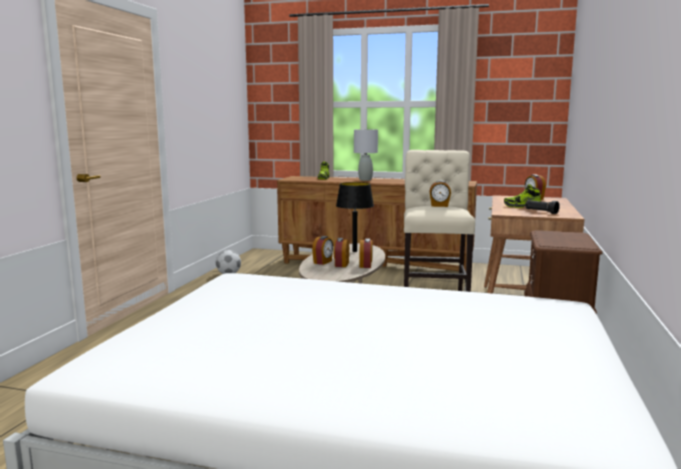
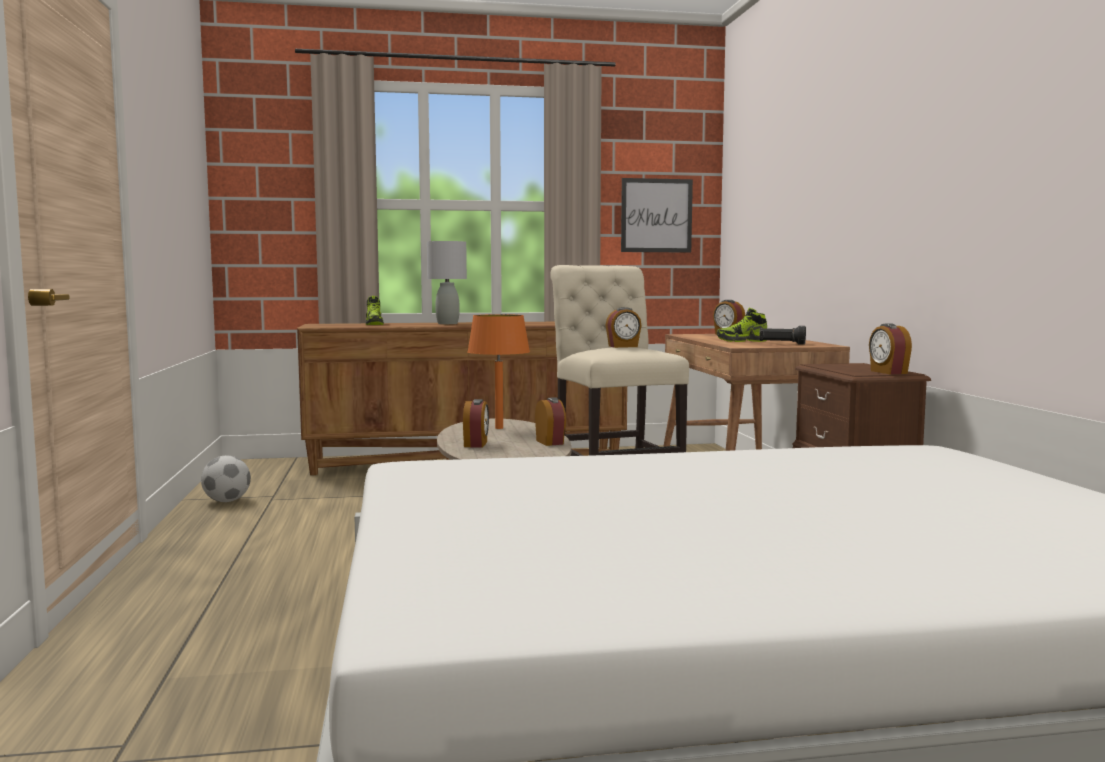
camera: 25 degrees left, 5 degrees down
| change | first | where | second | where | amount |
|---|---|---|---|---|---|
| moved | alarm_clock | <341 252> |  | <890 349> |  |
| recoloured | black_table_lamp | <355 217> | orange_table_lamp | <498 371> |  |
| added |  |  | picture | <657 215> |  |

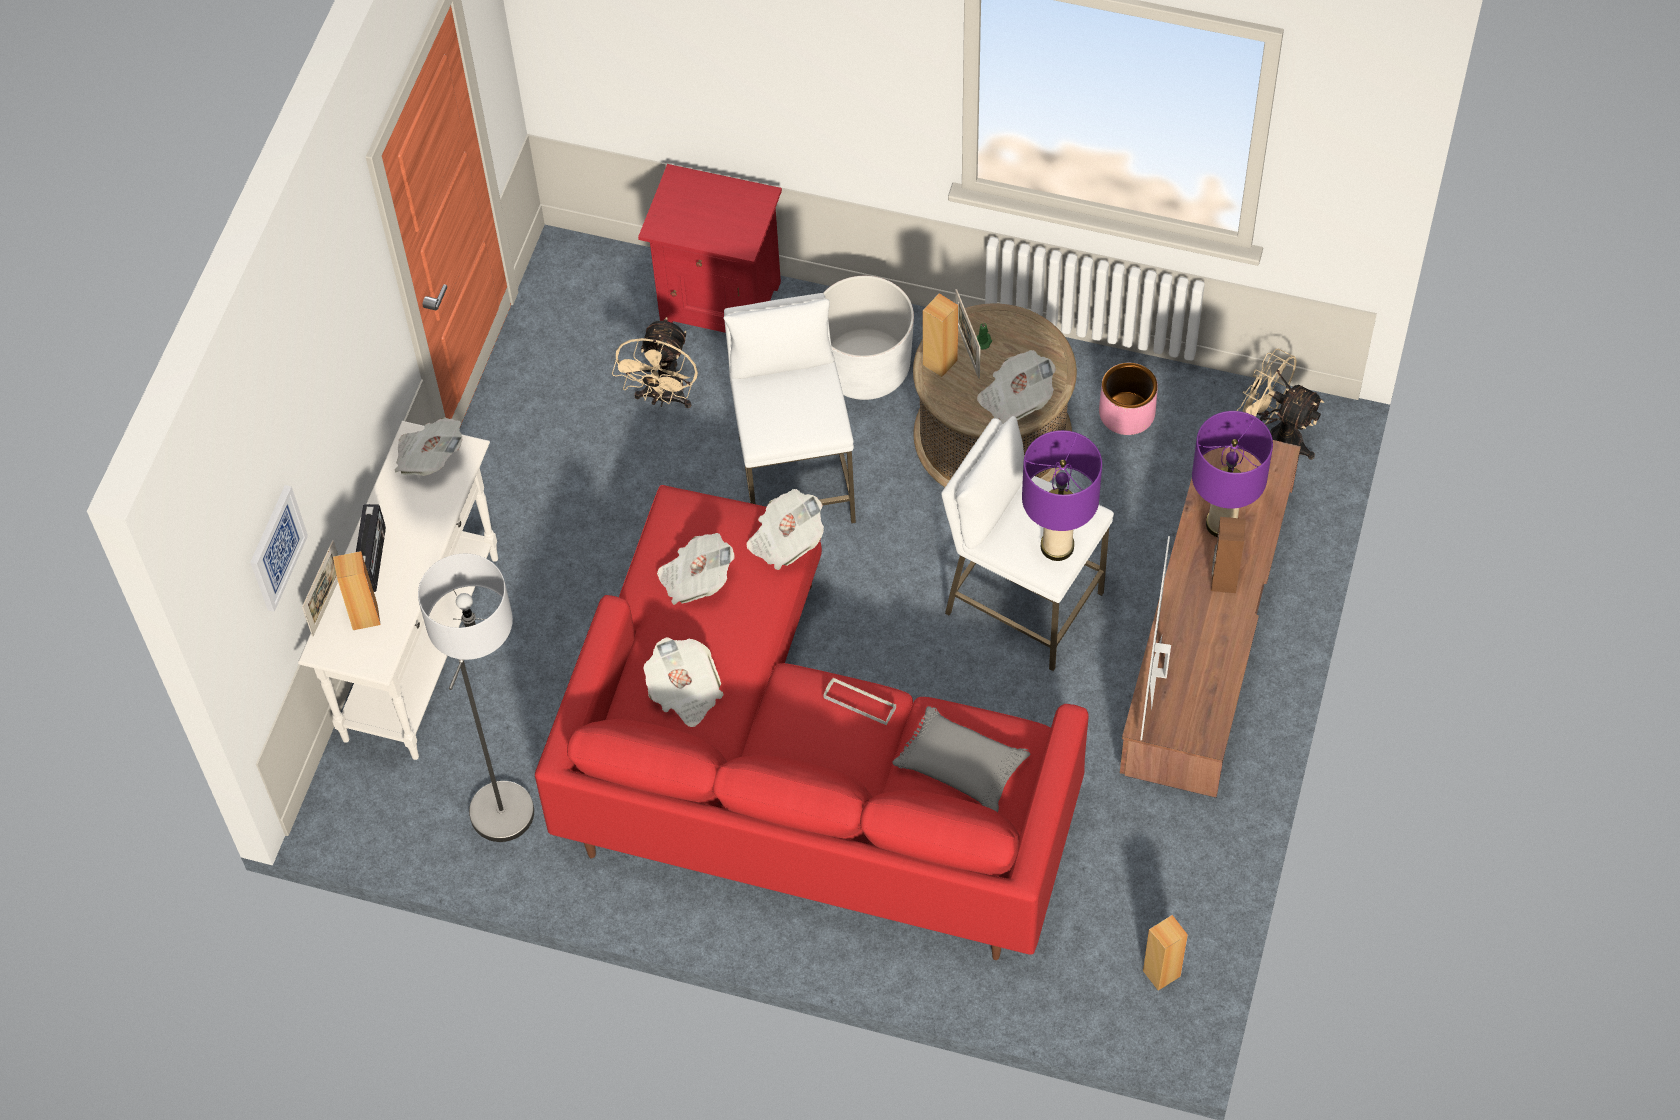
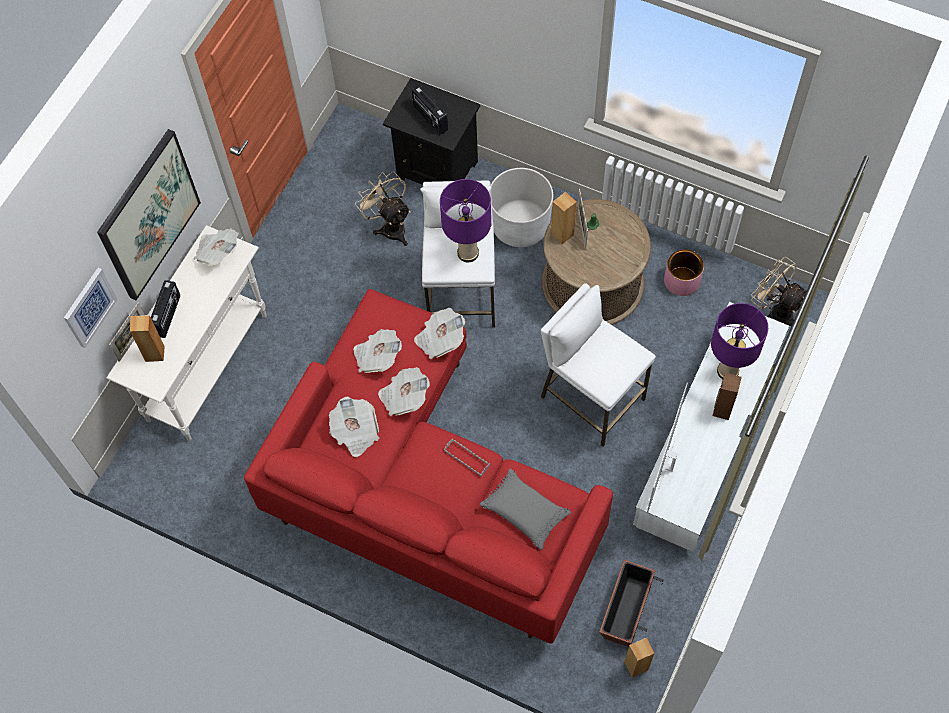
camera: 10 degrees right, 5 degrees up
| change | first | where | second | where | amount |
|---|---|---|---|---|---|
| removed | grey_floor_lamp | <476 698> |  |  |  |
| turned | beige_fan | <655 362> |  | <383 208> | 120 degrees clockwise |
| recoloured | red_nightstand | <710 248> | black_nightstand | <431 131> |  |
| moved | newspaper | <1016 387> |  | <404 391> |  |
| moved | purple_table_lamp | <1062 495> |  | <465 220> |  |
| recoloured | brown_tv_stand | <1210 619> | white_tv_stand | <711 427> |  |
| added |  |  | picture | <149 214> |  |
| added |  |  | radio | <430 110> |  |
| added |  |  | planter | <632 603> |  |

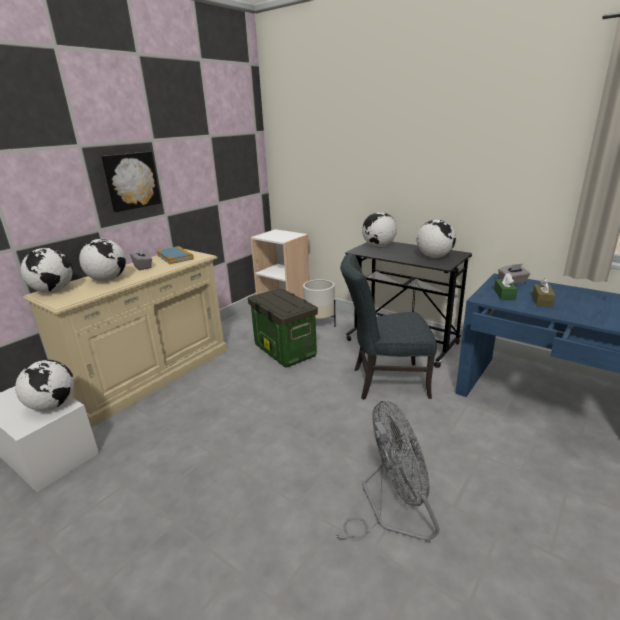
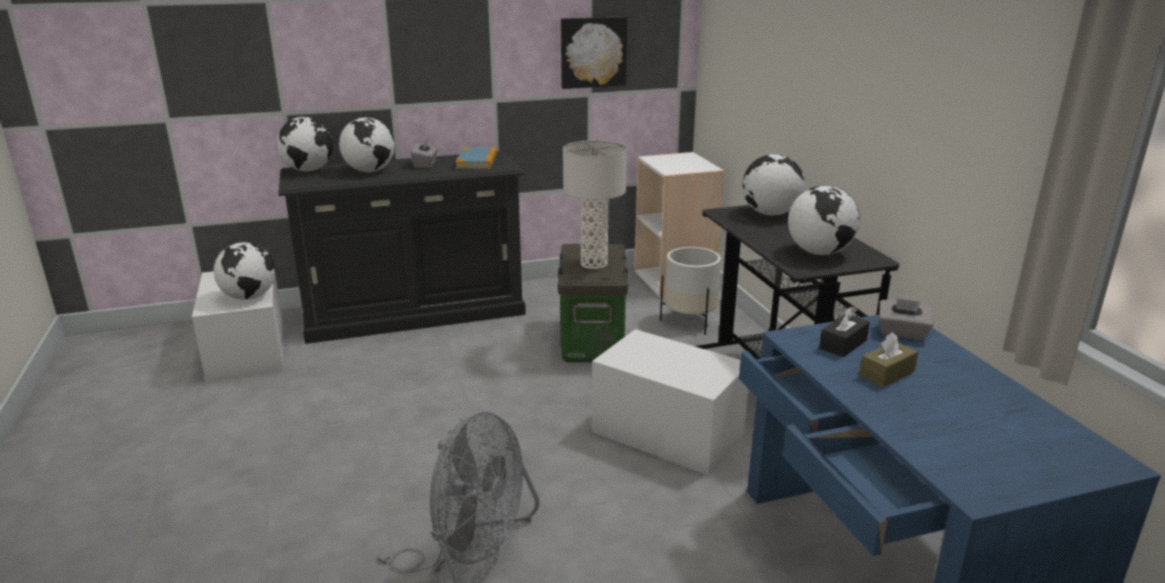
camera: 35 degrees right, 0 degrees up
| change | first | where | second | where | amount |
|---|---|---|---|---|---|
| recoloured | beige_cabinet | <125 338> | black_cabinet | <402 247> |  |
| moved | picture | <131 182> |  | <594 52> |  |
| replaced | grey_chair | <388 326> | white_storage_box | <670 402> |  |
| recoloured | green_tissue_box | <506 286> | black_tissue_box | <844 332> |  |
| added |  |  | white_table_lamp | <595 204> |  |

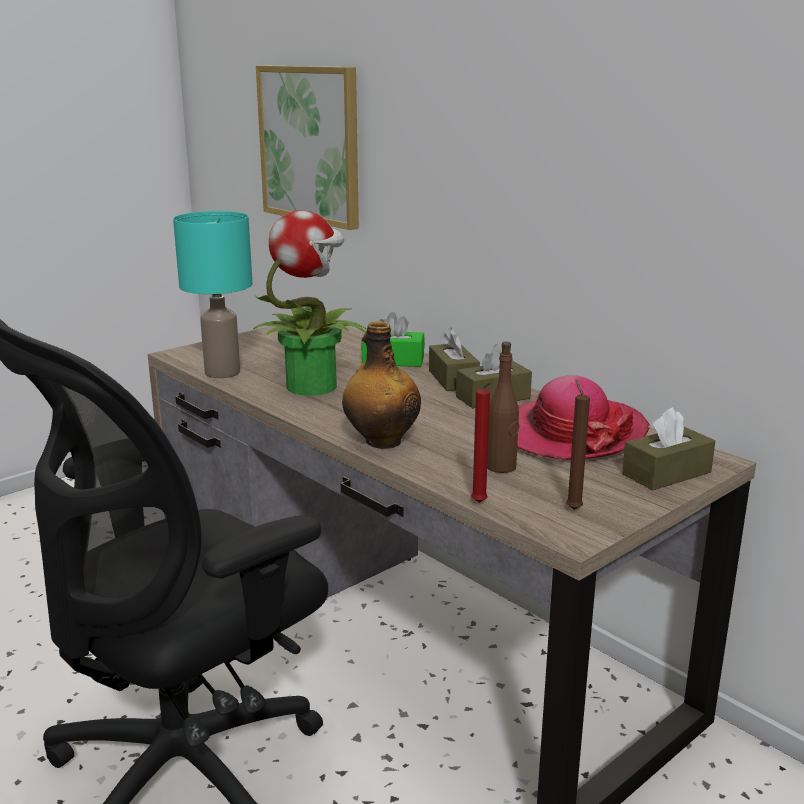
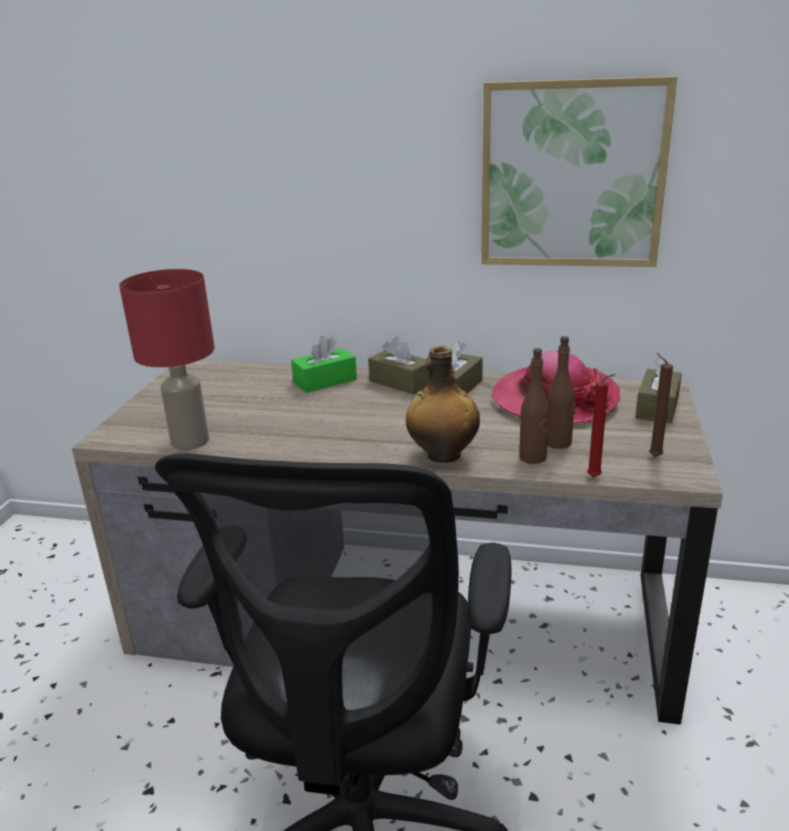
camera: 35 degrees left, 5 degrees up
| change | first | where | second | where | amount |
|---|---|---|---|---|---|
| recoloured | turquoise_table_lamp | <212 294> | red_table_lamp | <166 359> |  |
| removed | potted_plant | <310 303> |  |  |  |
| moved | picture | <307 147> |  | <579 171> |  |
| added |  |  | brown_bottle | <534 406> |  |

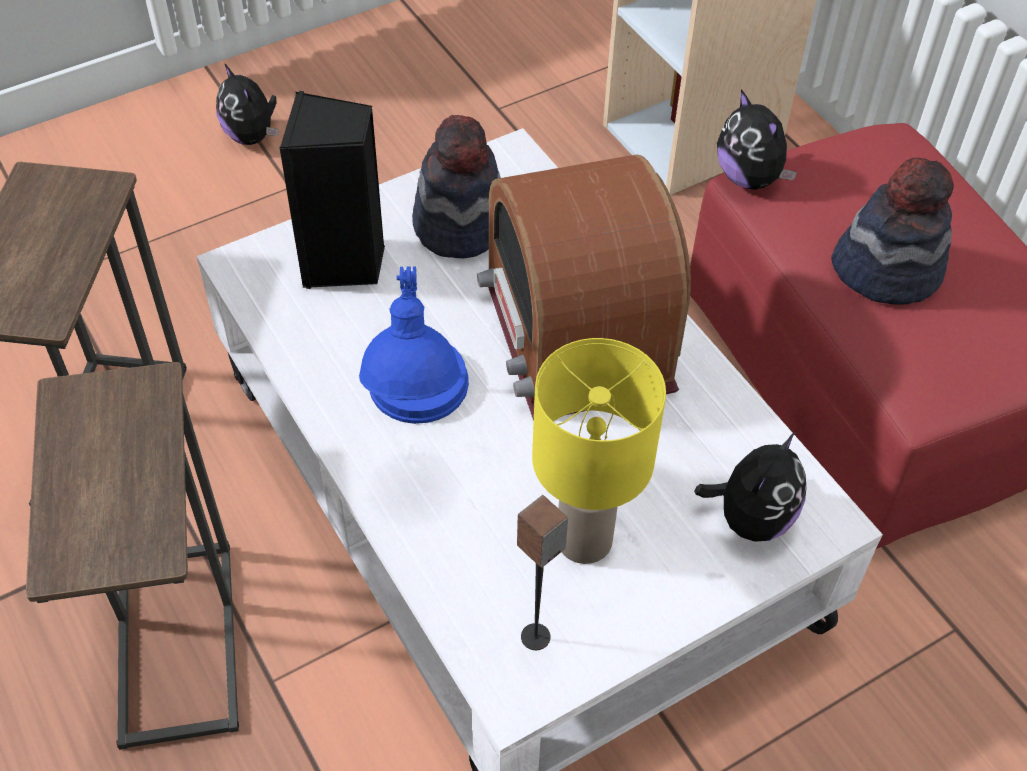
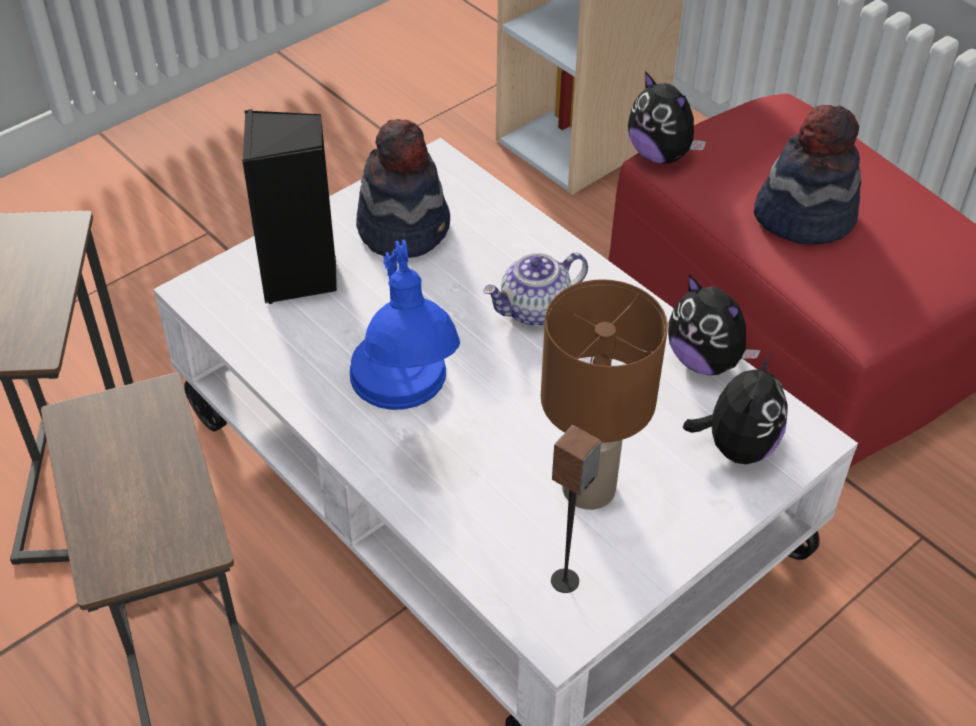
camera: 10 degrees left, 5 degrees down
| change | first | where | second | where | amount |
|---|---|---|---|---|---|
| moved | plush_toy | <247 104> |  | <714 324> |  |
| replaced | radio | <584 287> | teapot | <535 289> |  |
| recoloured | yellow_table_lamp | <599 451> | brown_table_lamp | <604 394> |  |

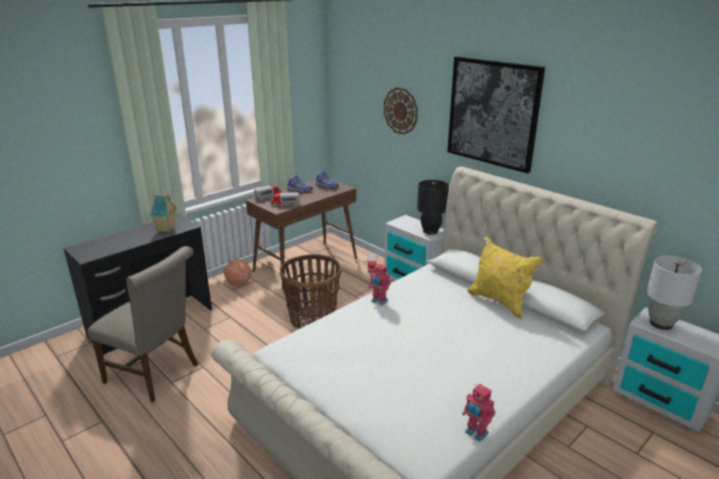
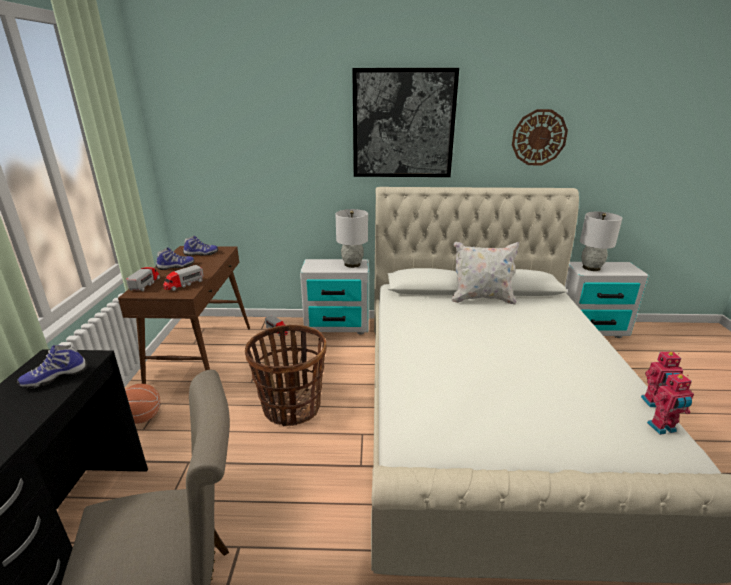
camera: 45 degrees left, 0 degrees up
| change | first | where | second | where | amount |
|---|---|---|---|---|---|
| replaced | toy_house | <162 213> | shoe | <52 367> |  |
| moved | toy_robot | <379 284> |  | <670 404> |  |
| moved | wall_clock | <401 111> |  | <540 137> |  |
| recoloured | black_table_lamp | <433 207> | white_table_lamp | <352 238> |  |
| recoloured | yellow_pillow | <505 278> | white_pillow | <485 273> |  |

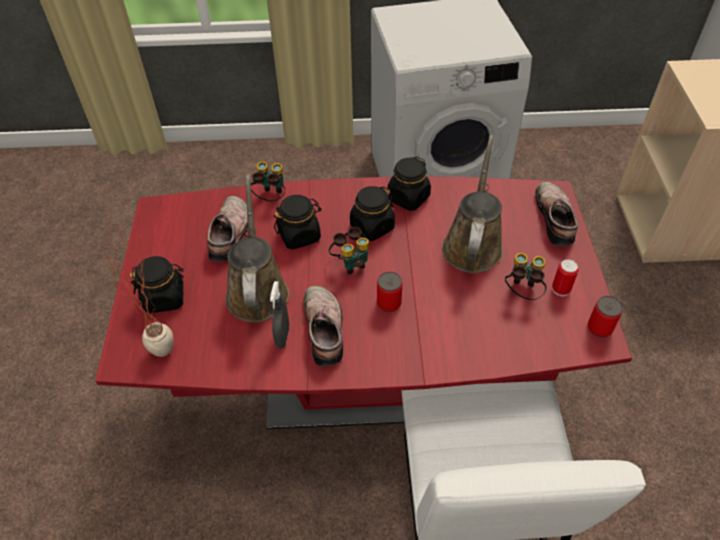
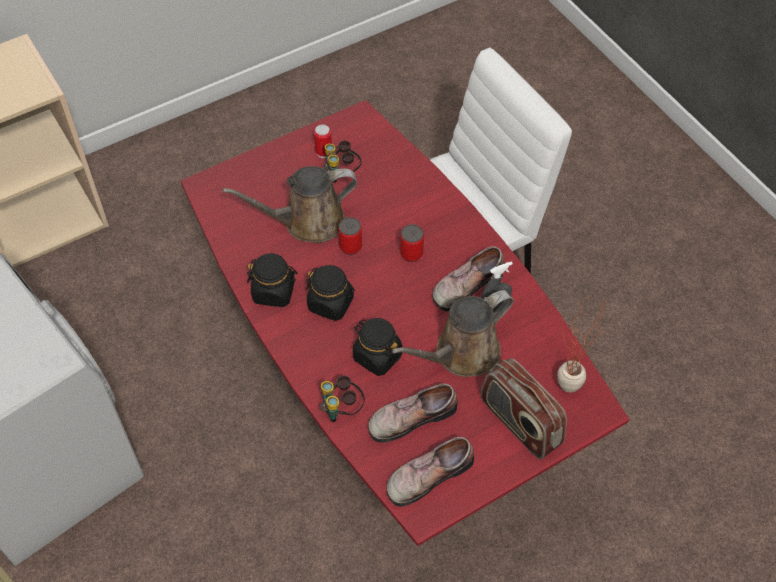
camera: 120 degrees left, 5 degrees up
| change | first | where | second | where | amount |
|---|---|---|---|---|---|
| replaced | black_jar | <156 284> | radio | <524 409> |  |
| removed | binoculars | <349 250> |  |  |  |
| moved | shoe | <556 214> |  | <430 472> |  |
| moved | can | <605 316> |  | <350 236> |  |

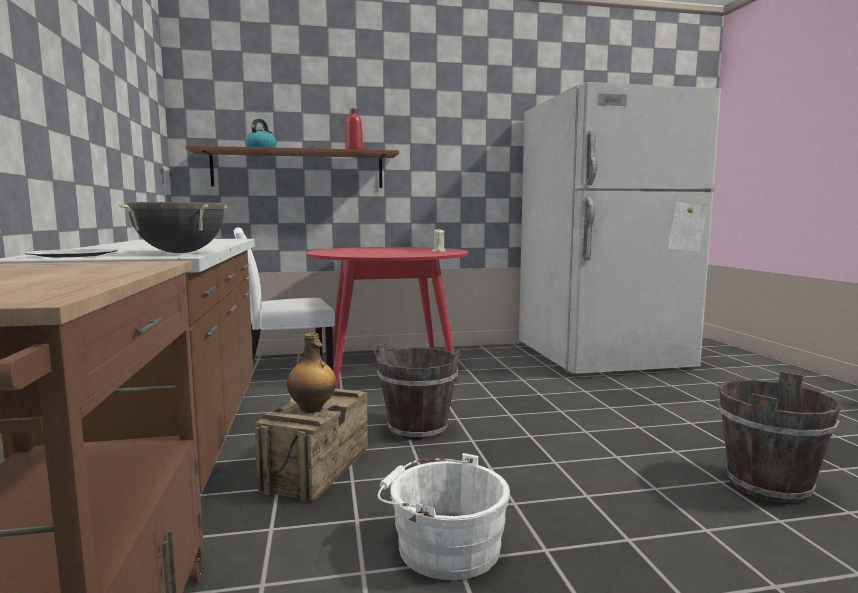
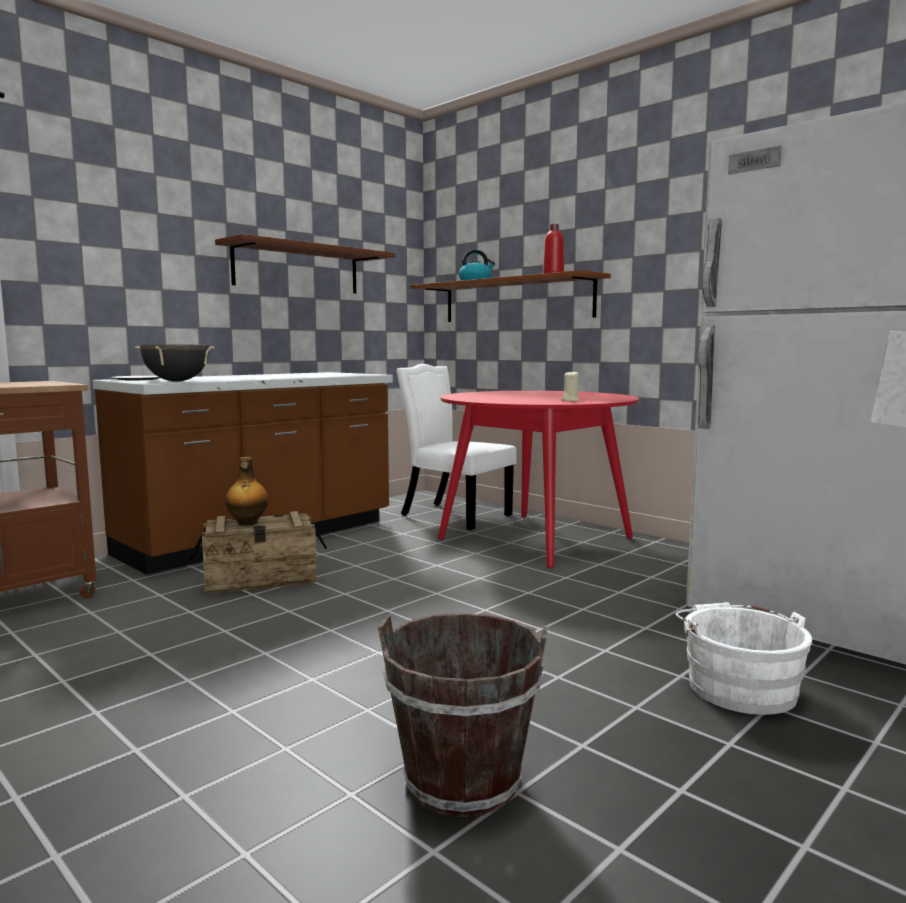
camera: 55 degrees right, 0 degrees up
| change | first | where | second | where | amount |
|---|---|---|---|---|---|
| removed | brown_bucket | <418 391> |  |  |  |
| moved | white_bucket | <444 516> |  | <743 658> |  |
| added |  |  | shelf | <305 263> |  |

